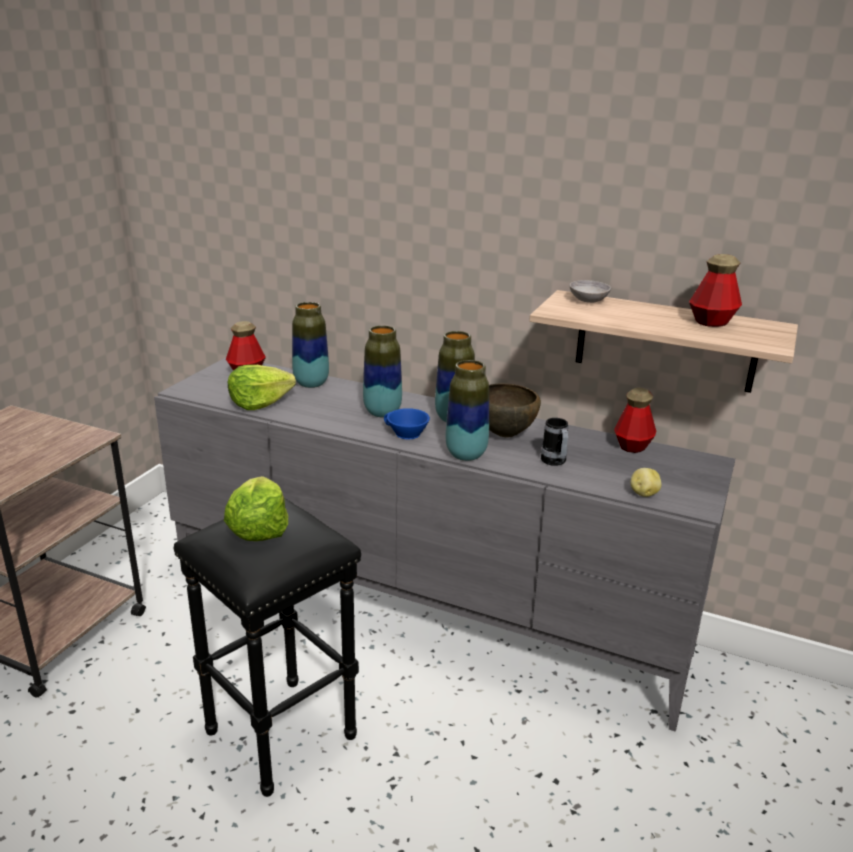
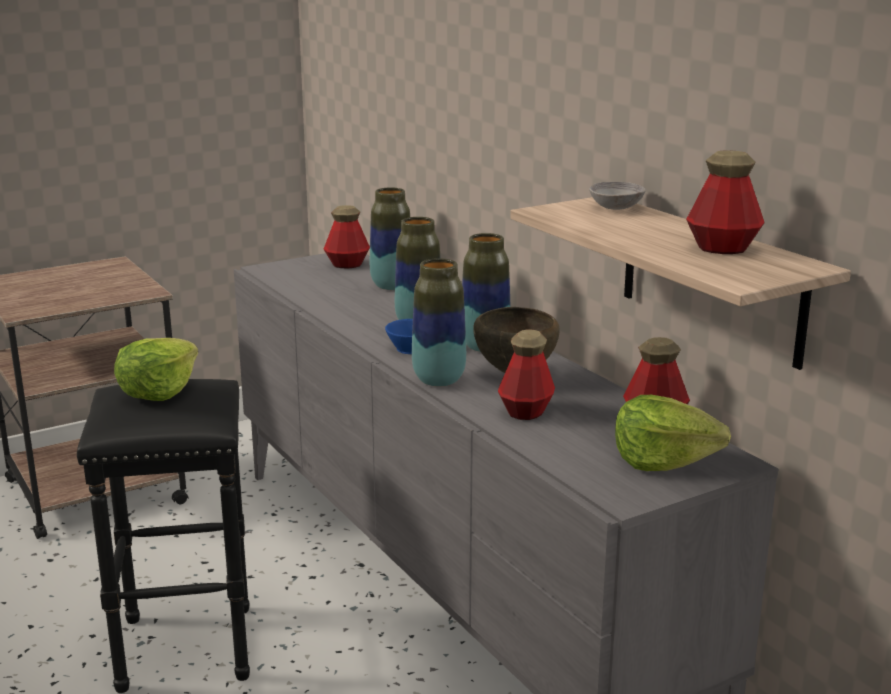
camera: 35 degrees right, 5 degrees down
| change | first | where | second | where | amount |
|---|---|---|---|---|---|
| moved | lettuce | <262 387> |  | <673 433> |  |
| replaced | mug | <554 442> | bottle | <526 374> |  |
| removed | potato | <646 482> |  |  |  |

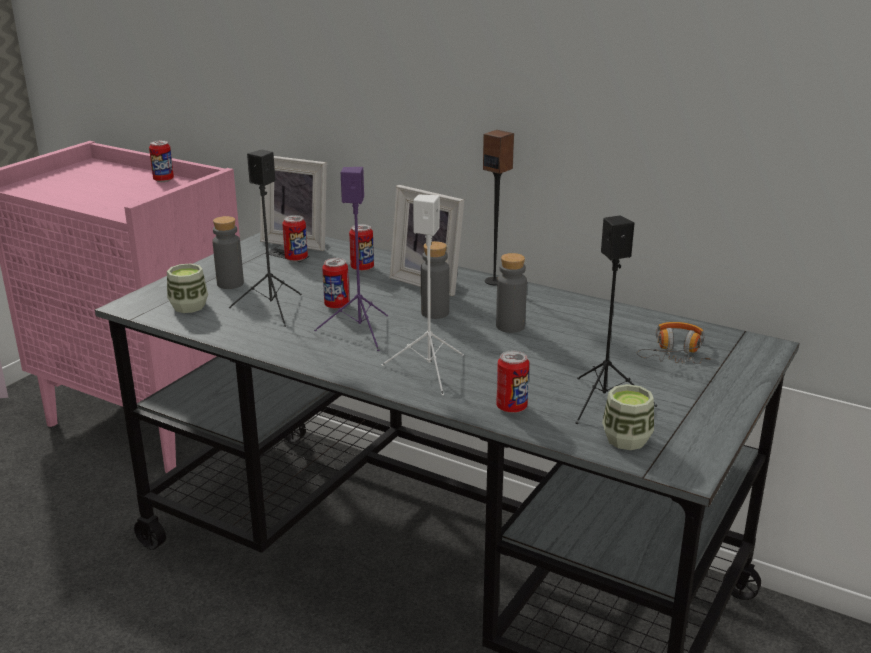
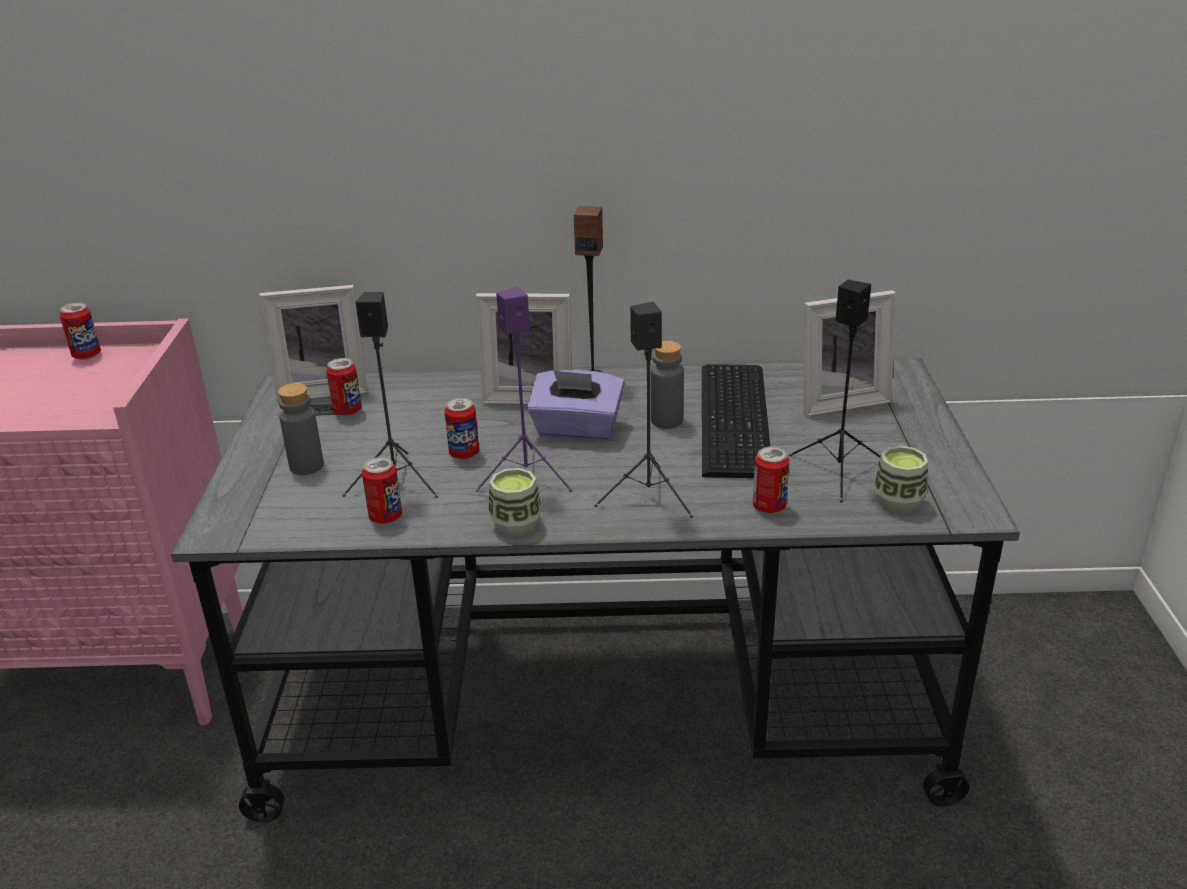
camera: 30 degrees left, 5 degrees up
| change | first | where | second | where | amount |
|---|---|---|---|---|---|
| moved | cup | <187 288> |  | <515 502> |  |
| moved | can | <361 247> |  | <382 490> |  |
| recoloured | white_speaker | <422 294> | black_speaker | <643 410> |  |
| replaced | grey_bottle | <435 280> | purple_tissue_box | <576 404> |  |
| replaced | headphones | <676 343> | picture_frame | <849 353> |  |
| added |  |  | keyboard | <736 421> |  |

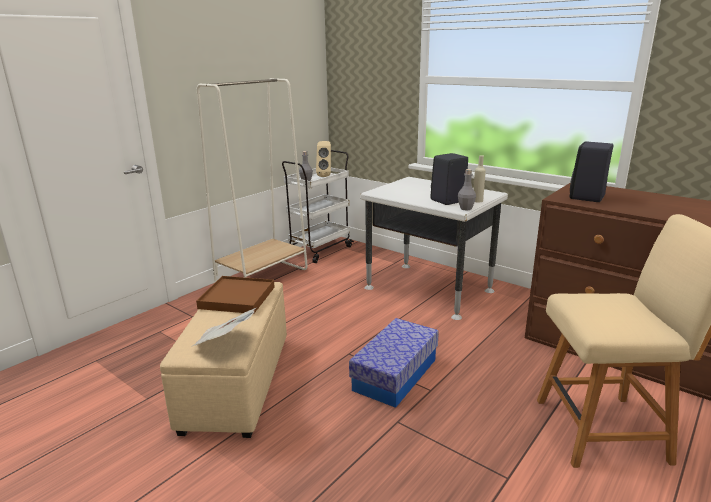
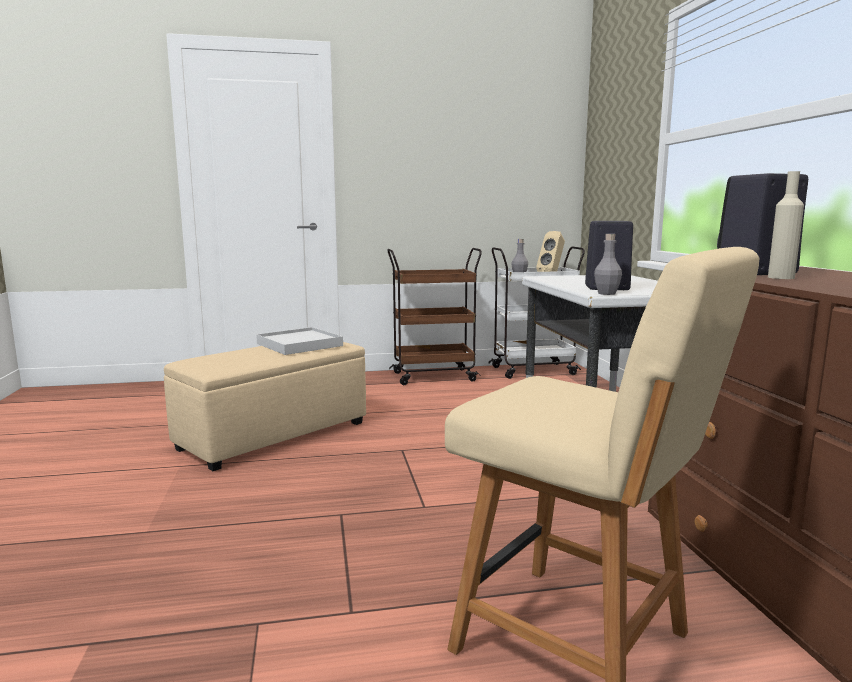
camera: 40 degrees right, 10 degrees down
| change | first | where | second | where | amount |
|---|---|---|---|---|---|
| removed | newspaper | <223 327> |  |  |  |
| recoloured | brown_tray | <235 294> | white_tray | <299 341> |  |
| replaced | clothes_rack | <252 180> | brown_cart | <435 316> |  |
| removed | storage_box | <394 363> |  |  |  |
| moved | beige_bottle | <479 179> |  | <786 225> |  |

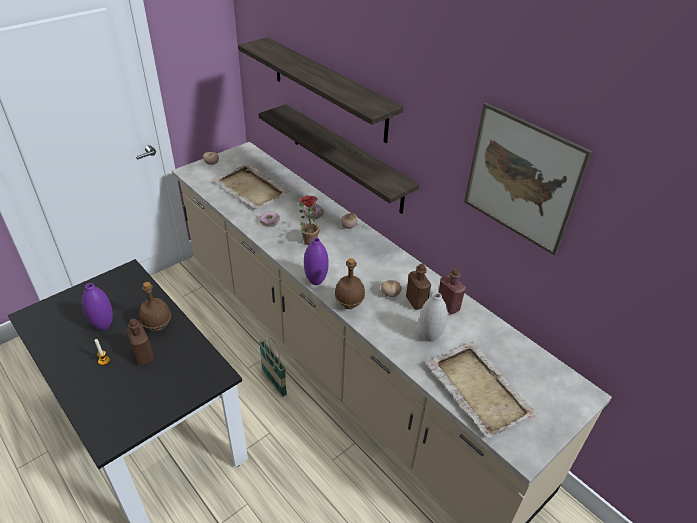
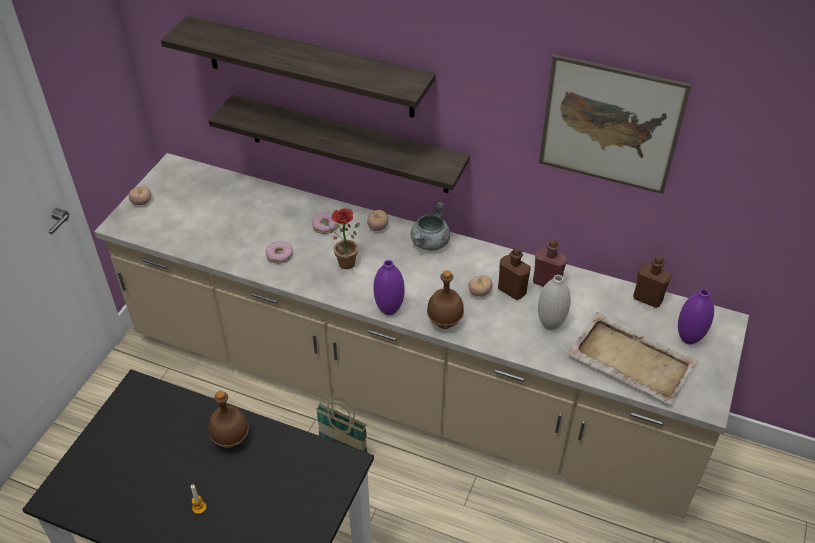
camera: 25 degrees left, 5 degrees up
| change | first | where | second | where | amount |
|---|---|---|---|---|---|
| moved | purple_vase | <97 306> |  | <696 316> |  |
| moved | brown_bottle | <140 342> |  | <652 281> |  |
| removed | beige_tray | <252 186> |  |  |  |
| added |  |  | grey_cooking_pot | <430 226> |  |

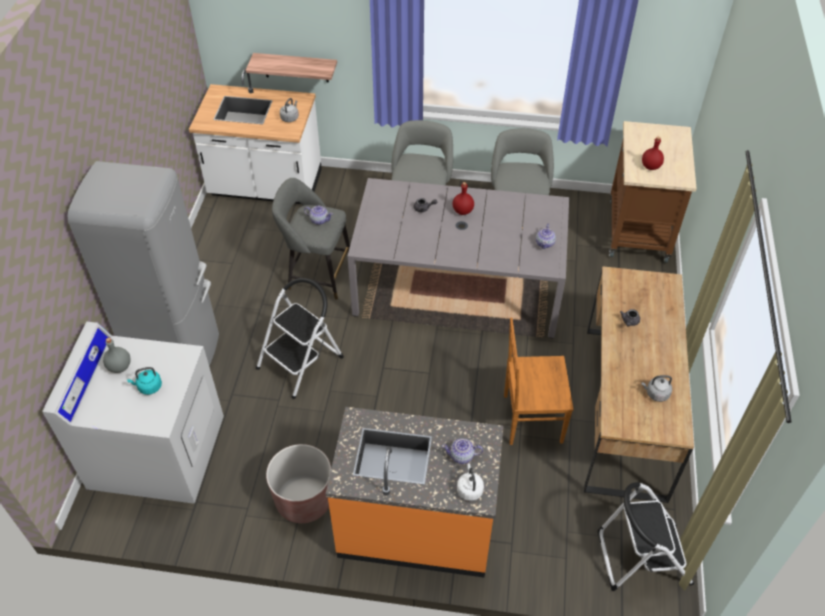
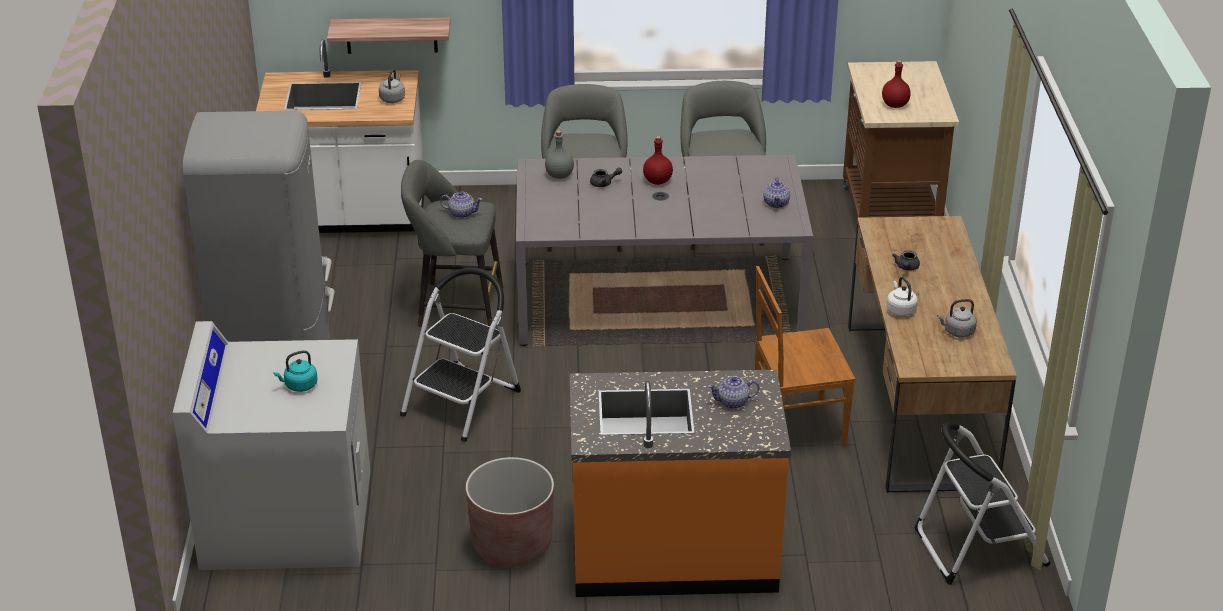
camera: 10 degrees left, 15 degrees down
| change | first | where | second | where | amount |
|---|---|---|---|---|---|
| moved | grey_bottle | <117 355> |  | <559 154> |  |
| moved | white_kettle | <470 482> |  | <902 296> |  |

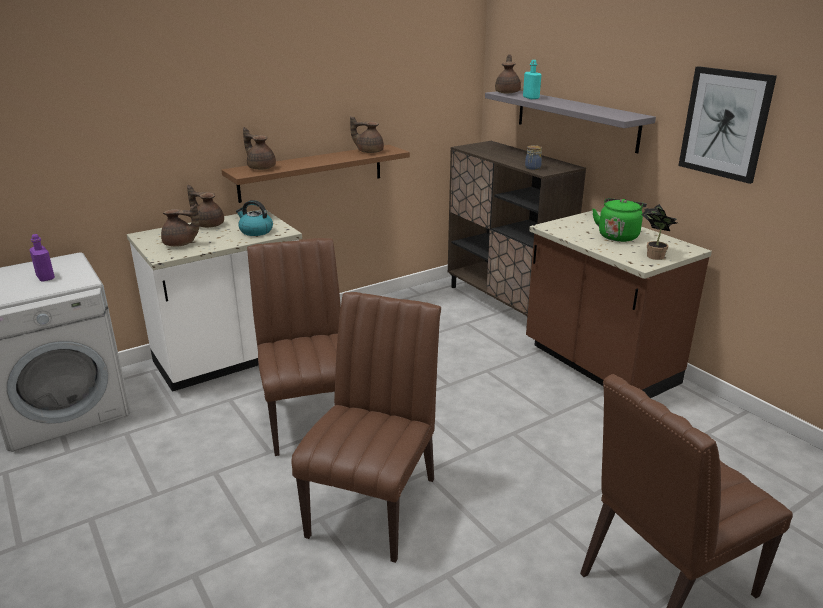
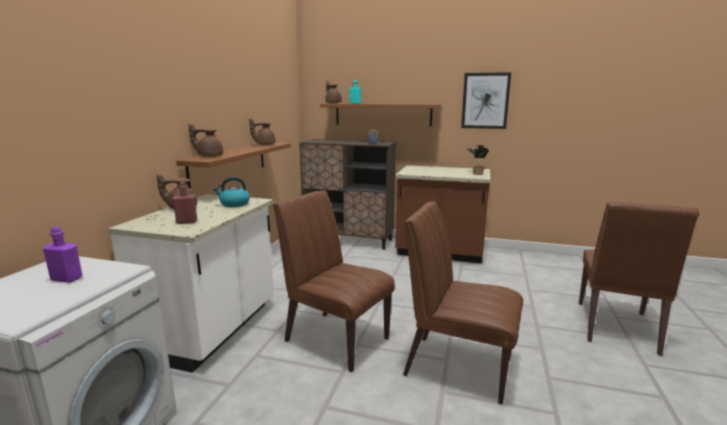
camera: 40 degrees left, 10 degrees down
| change | first | where | second | where | amount |
|---|---|---|---|---|---|
| replaced | brown_teapot | <180 225> | red_bottle | <184 203> |  |
| turned | brown_chair | <366 427> |  | <463 303> | 45 degrees counterclockwise |
| recoloured | grey_shelf | <570 122> | brown_shelf | <380 115> |  |
| removed | green_kettle | <619 220> |  |  |  |

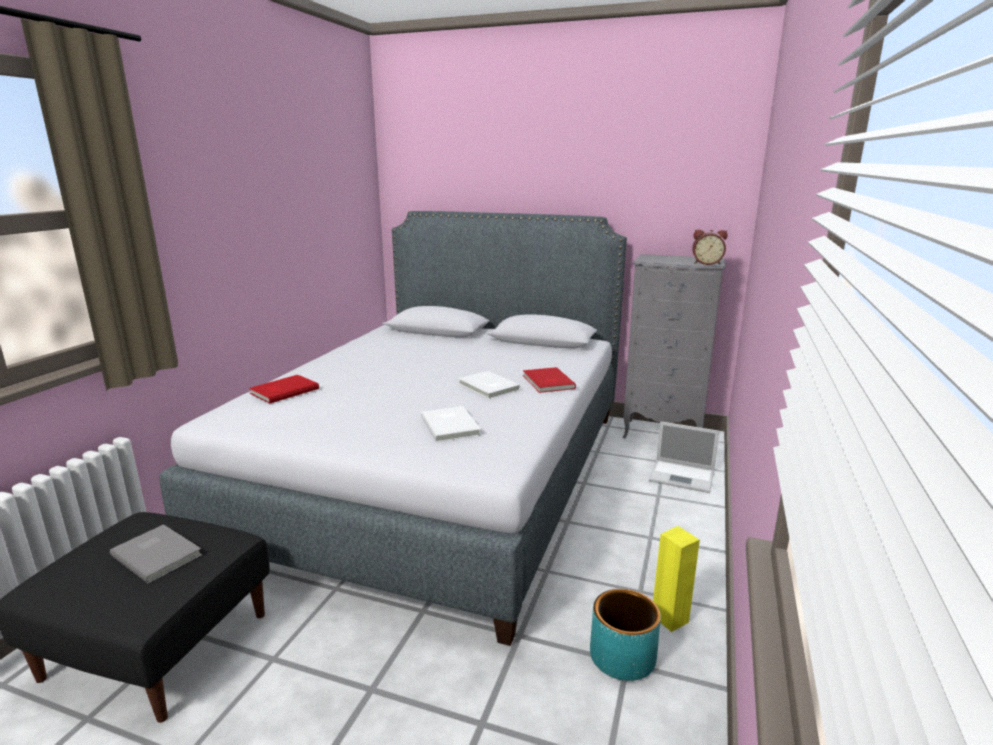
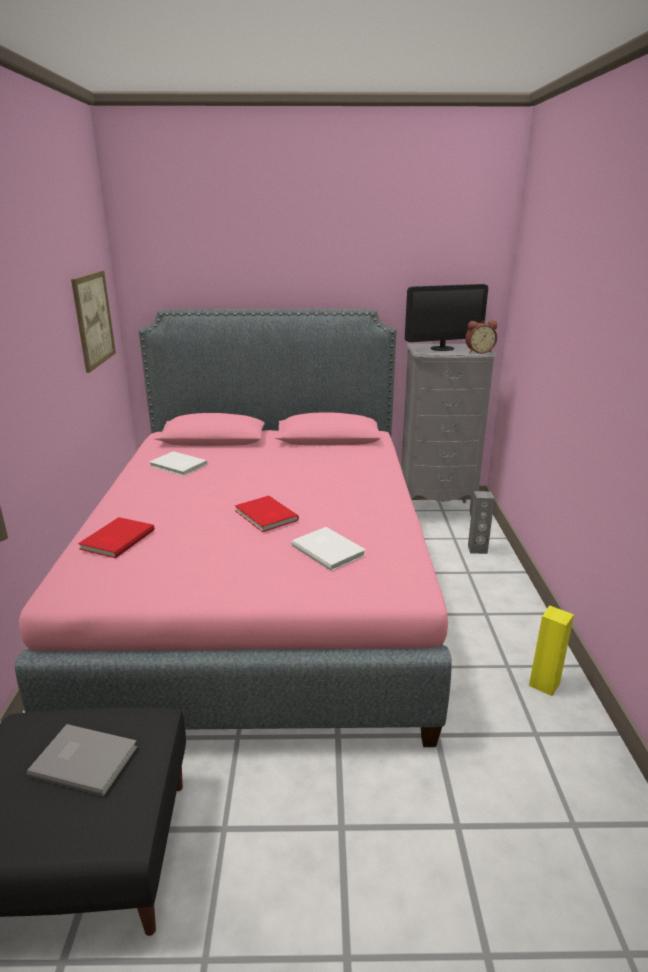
camera: 20 degrees left, 5 degrees up
| change | first | where | second | where | amount |
|---|---|---|---|---|---|
| recoloured | grey_bed | <393 428> | pink_bed | <233 528> |  |
| moved | white_book | <489 385> |  | <178 463> |  |
| moved | red_book | <549 380> |  | <267 514> |  |
| removed | turquoise_planter | <625 635> |  |  |  |
| replaced | laptop | <684 457> | grey_speaker | <481 522> |  |
| added |  |  | picture | <93 321> |  |
| added |  |  | monitor | <446 317> |  |

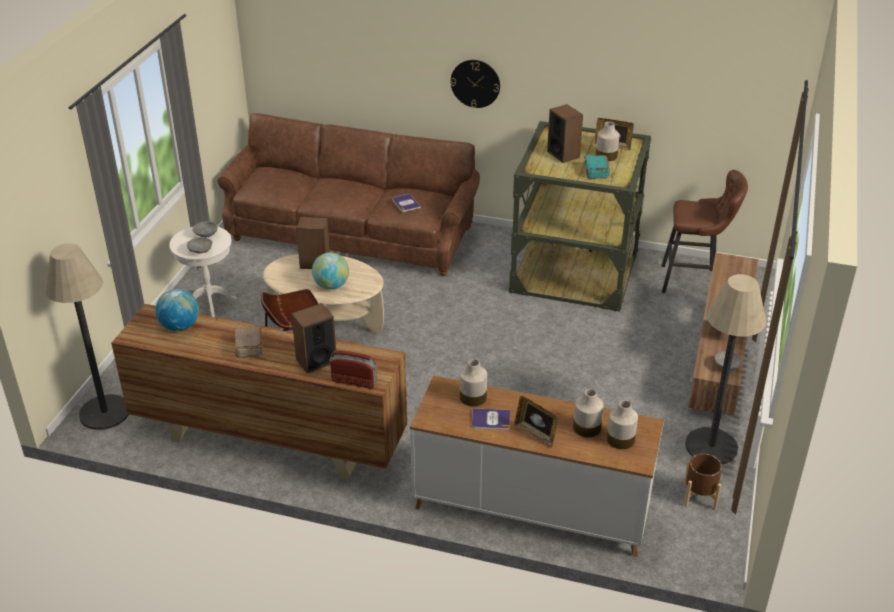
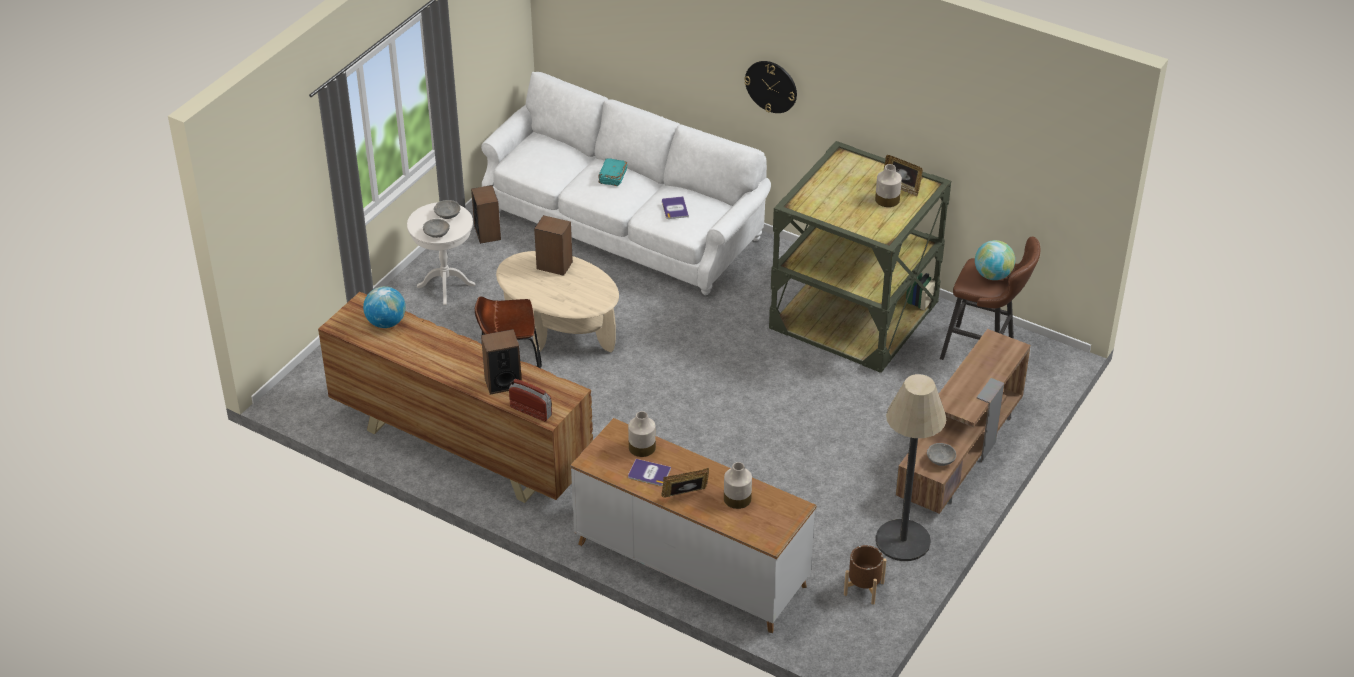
camera: 15 degrees right, 5 degrees up
| change | first | where | second | where | amount |
|---|---|---|---|---|---|
| removed | floor_lamp | <87 336> |  |  |  |
| recoloured | brown_sofa | <349 194> | white_sofa | <626 183> |  |
| removed | brown_book | <248 342> |  |  |  |
| moved | globe | <330 271> |  | <995 260> |  |
| turned | picture_frame | <536 422> |  | <685 483> | 105 degrees clockwise |
| moved | speaker | <565 133> |  | <486 214> |  |
| moved | turquoise_book | <597 167> |  | <613 172> |  |
| removed | beige_vase | <622 424> |  |  |  |

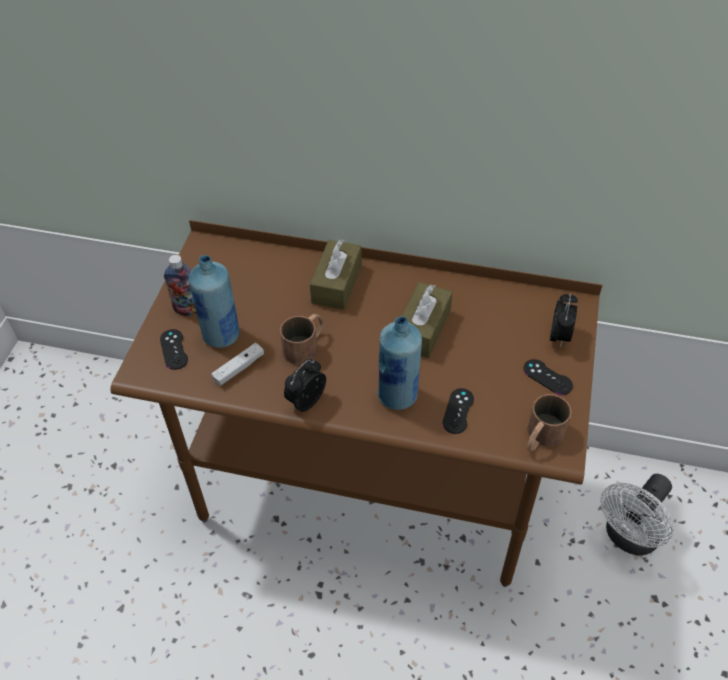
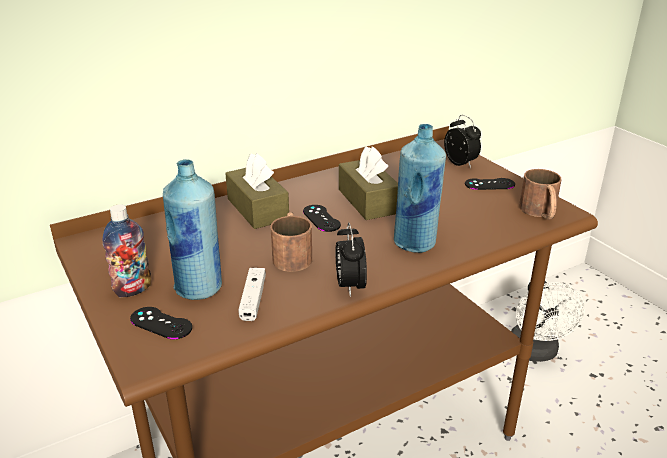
camera: 45 degrees left, 20 degrees down
| change | first | where | second | where | amount |
|---|---|---|---|---|---|
| moved | black_game_controller | <458 411> |  | <322 218> |  |

